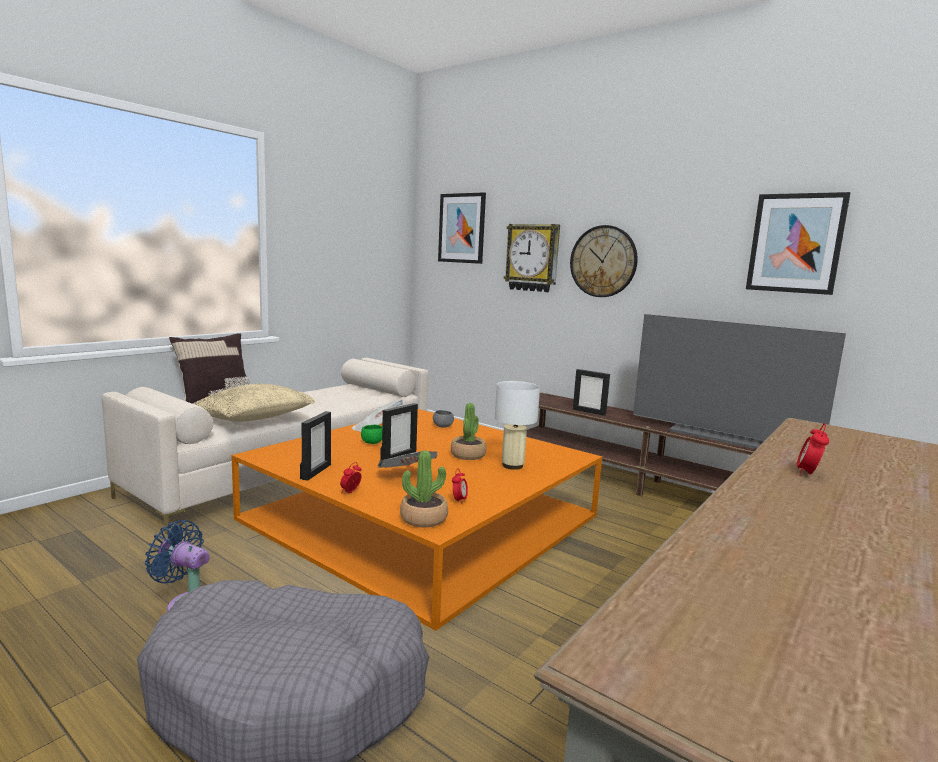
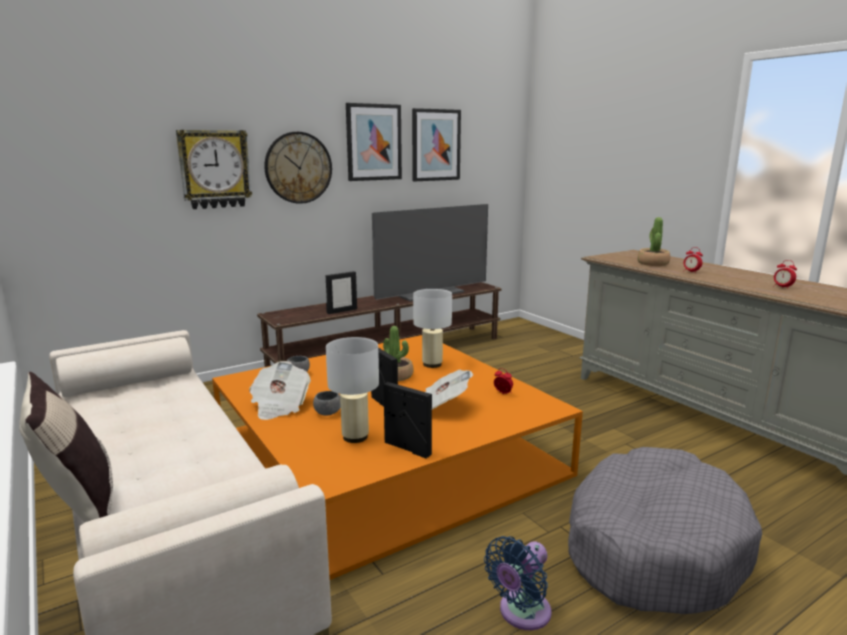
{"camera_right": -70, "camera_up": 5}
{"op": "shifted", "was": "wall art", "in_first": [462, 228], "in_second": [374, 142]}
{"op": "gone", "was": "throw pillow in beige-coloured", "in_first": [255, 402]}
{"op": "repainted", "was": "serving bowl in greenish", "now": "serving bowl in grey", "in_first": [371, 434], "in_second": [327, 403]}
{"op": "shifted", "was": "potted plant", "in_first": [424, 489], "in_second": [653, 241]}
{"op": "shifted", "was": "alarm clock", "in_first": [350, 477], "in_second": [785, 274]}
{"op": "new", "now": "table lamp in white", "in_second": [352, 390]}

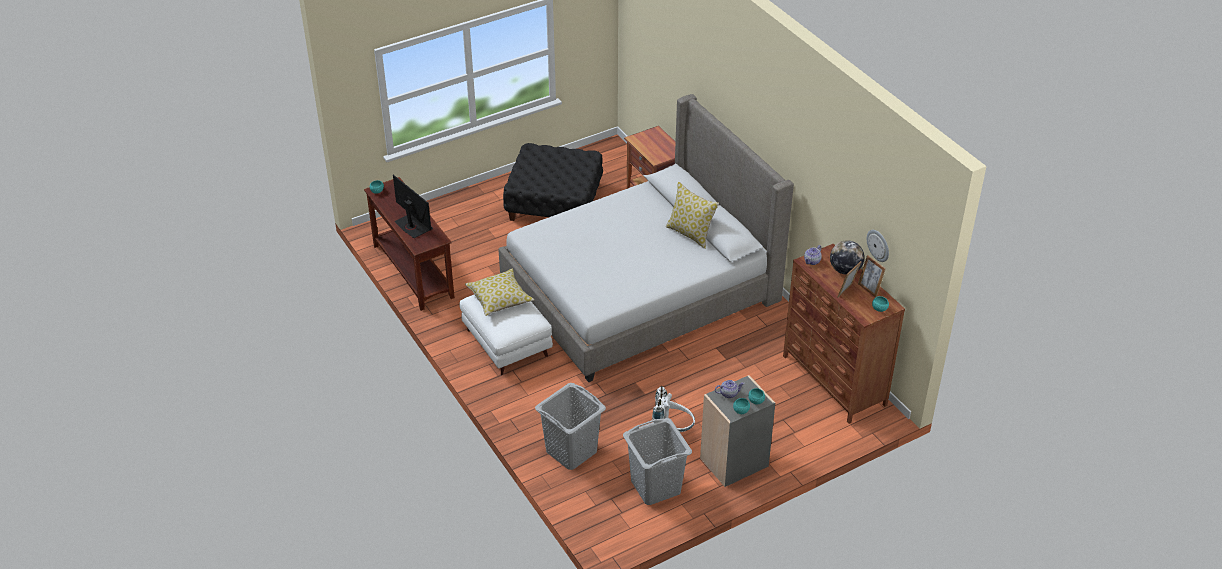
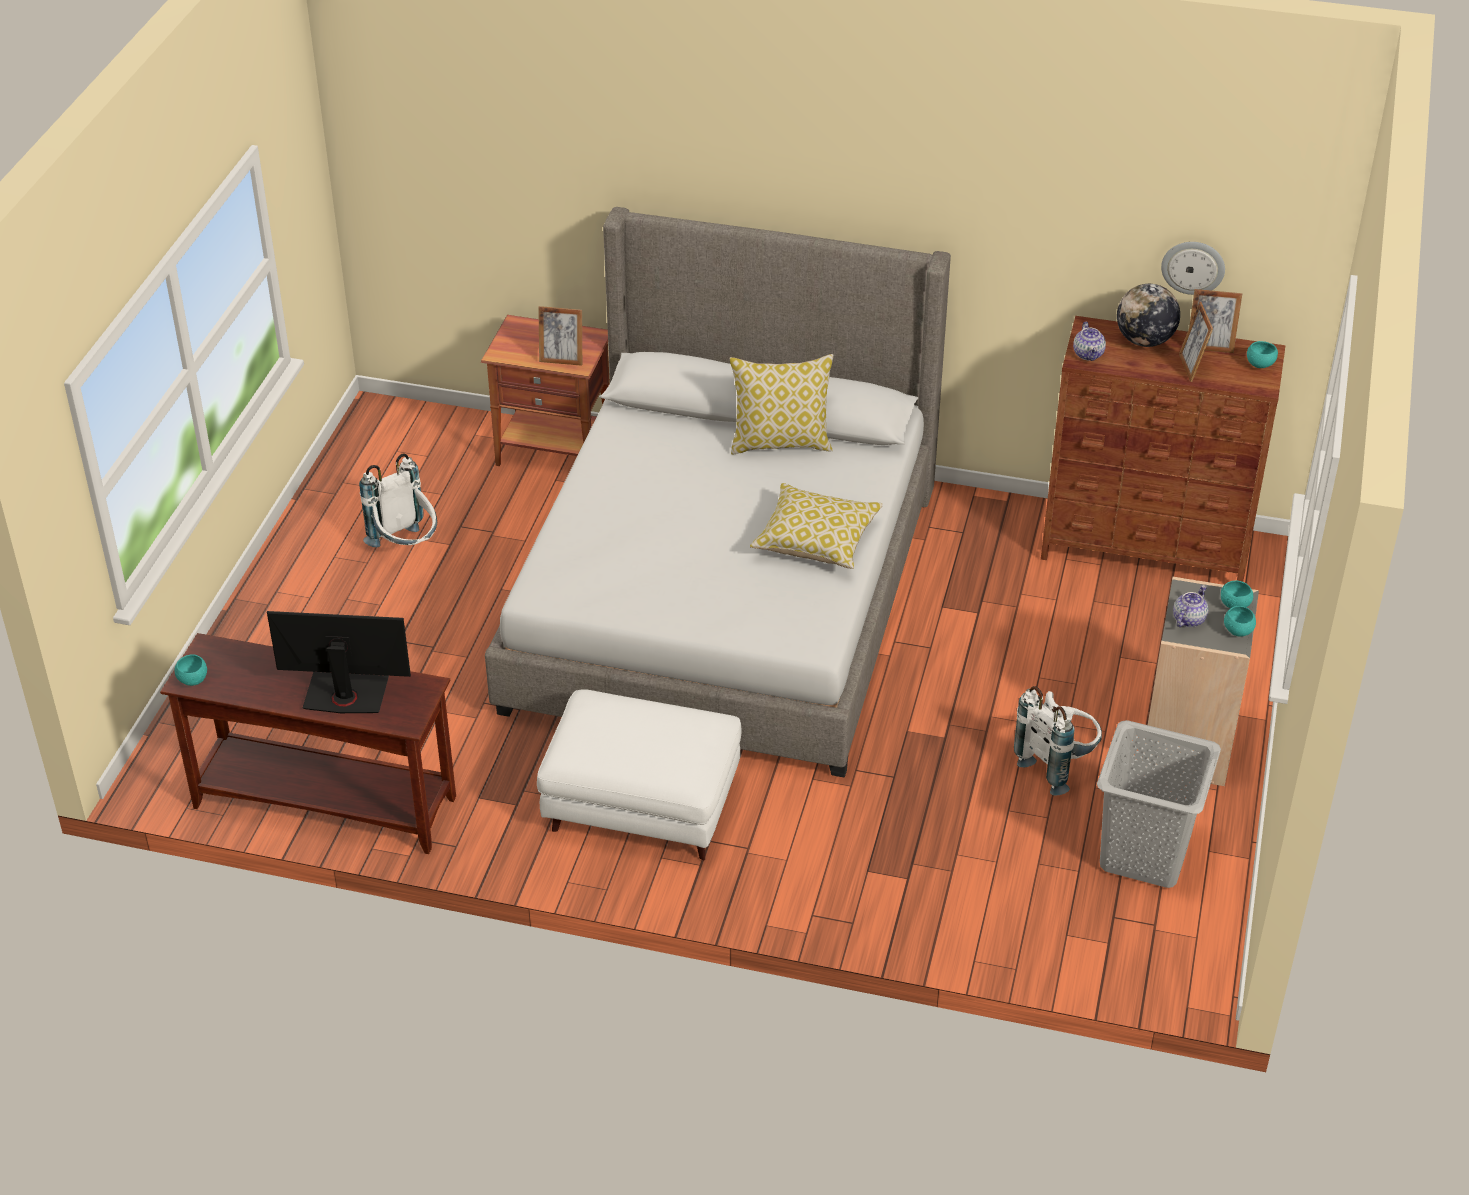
{"camera_right": -45, "camera_up": 0}
{"op": "swapped", "was": "footrest in black", "now": "backpack in white", "in_first": [553, 182], "in_second": [398, 500]}
{"op": "shifted", "was": "throw pillow", "in_first": [499, 292], "in_second": [816, 526]}
{"op": "gone", "was": "washing basket in grey", "in_first": [570, 426]}
{"op": "new", "now": "standing frame", "in_second": [560, 336]}

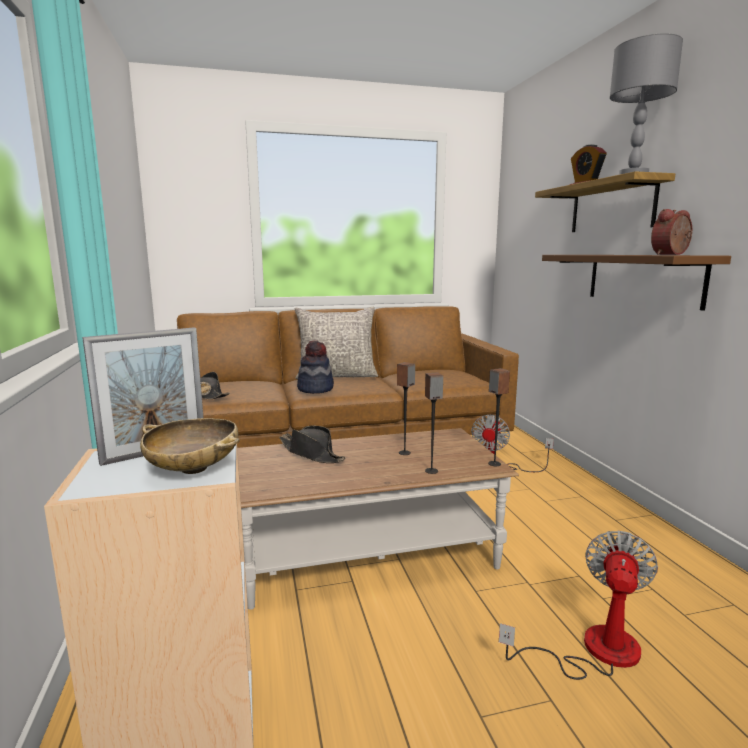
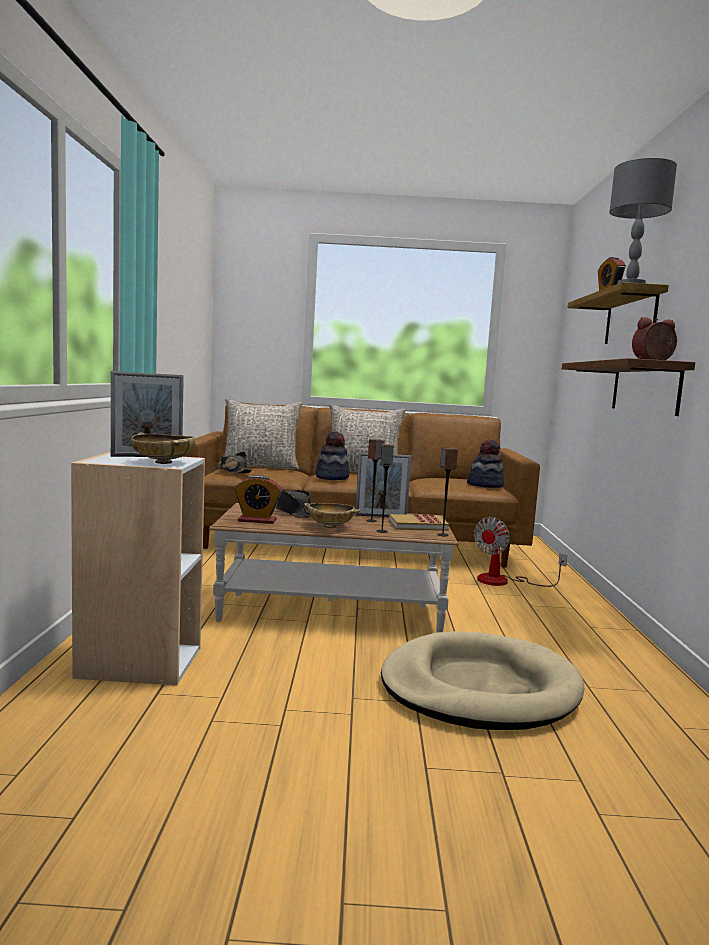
{"camera_right": 15, "camera_up": -5}
{"op": "swapped", "was": "cooling fan", "now": "pet bed in beige-coloured", "in_first": [578, 605], "in_second": [483, 680]}
{"op": "new", "now": "throw pillow in grey", "in_second": [261, 434]}
{"op": "new", "now": "clothing hat", "in_second": [485, 463]}
{"op": "new", "now": "standing frame", "in_second": [383, 485]}
{"op": "new", "now": "alarm clock", "in_second": [258, 499]}
{"op": "new", "now": "serving bowl in beige-coloured", "in_second": [332, 515]}
{"op": "new", "now": "bound book", "in_second": [419, 522]}

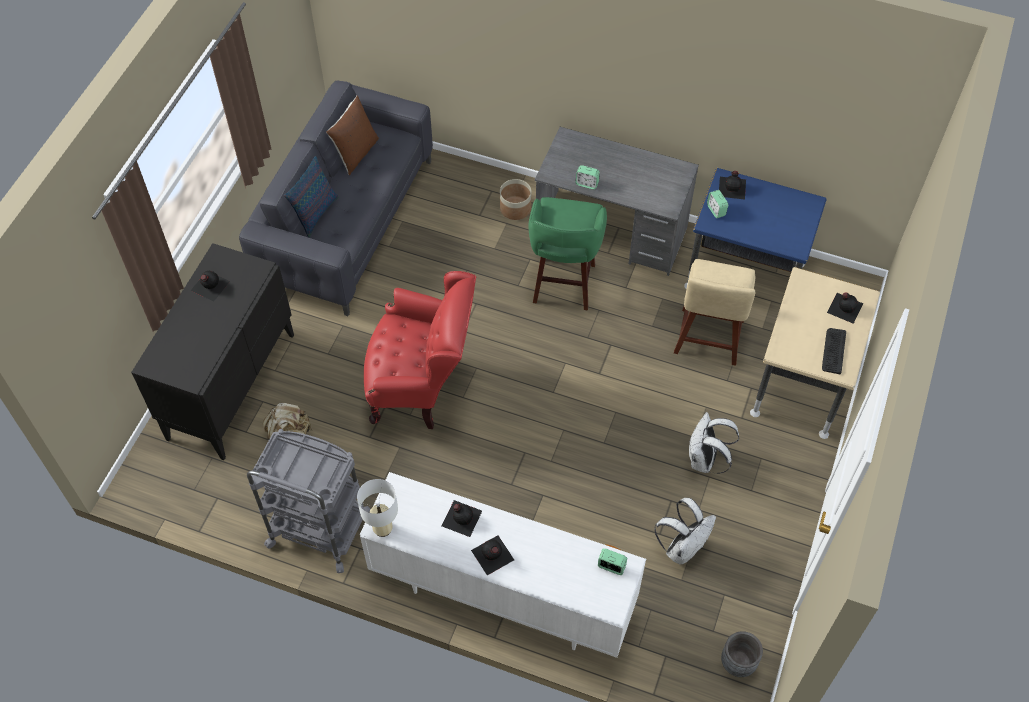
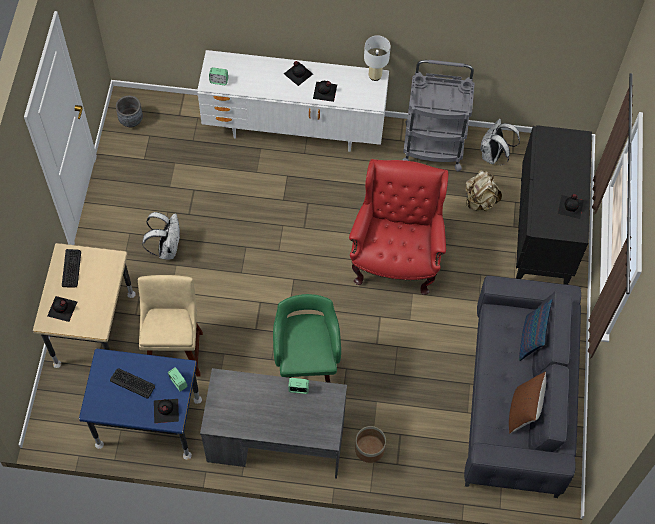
{"camera_right": 165, "camera_up": 5}
{"op": "rotated", "was": "armchair in reddish", "in_first": [420, 350], "in_second": [398, 227], "clockwise": 105}
{"op": "shifted", "was": "backpack in white", "in_first": [685, 531], "in_second": [500, 142]}
{"op": "new", "now": "PC keyboard", "in_second": [132, 384]}

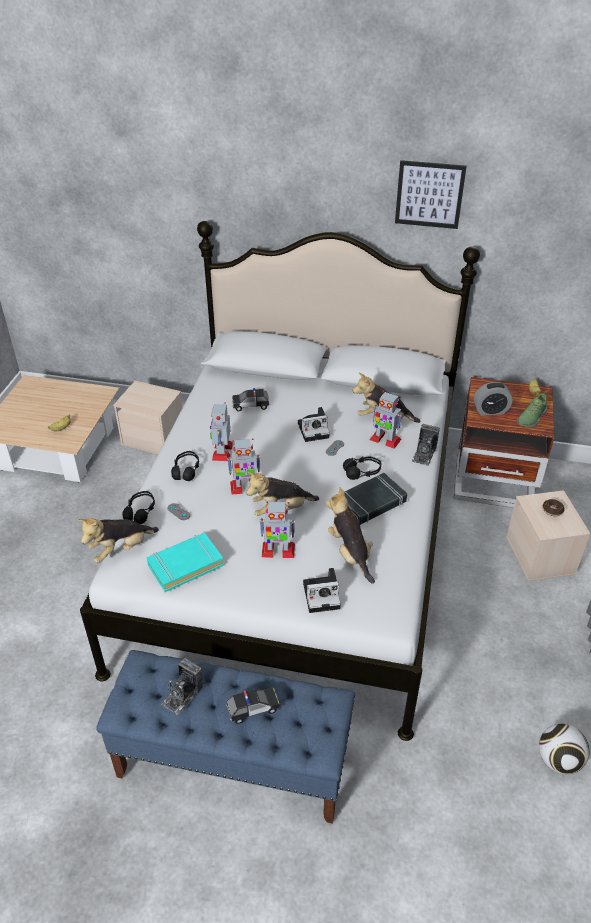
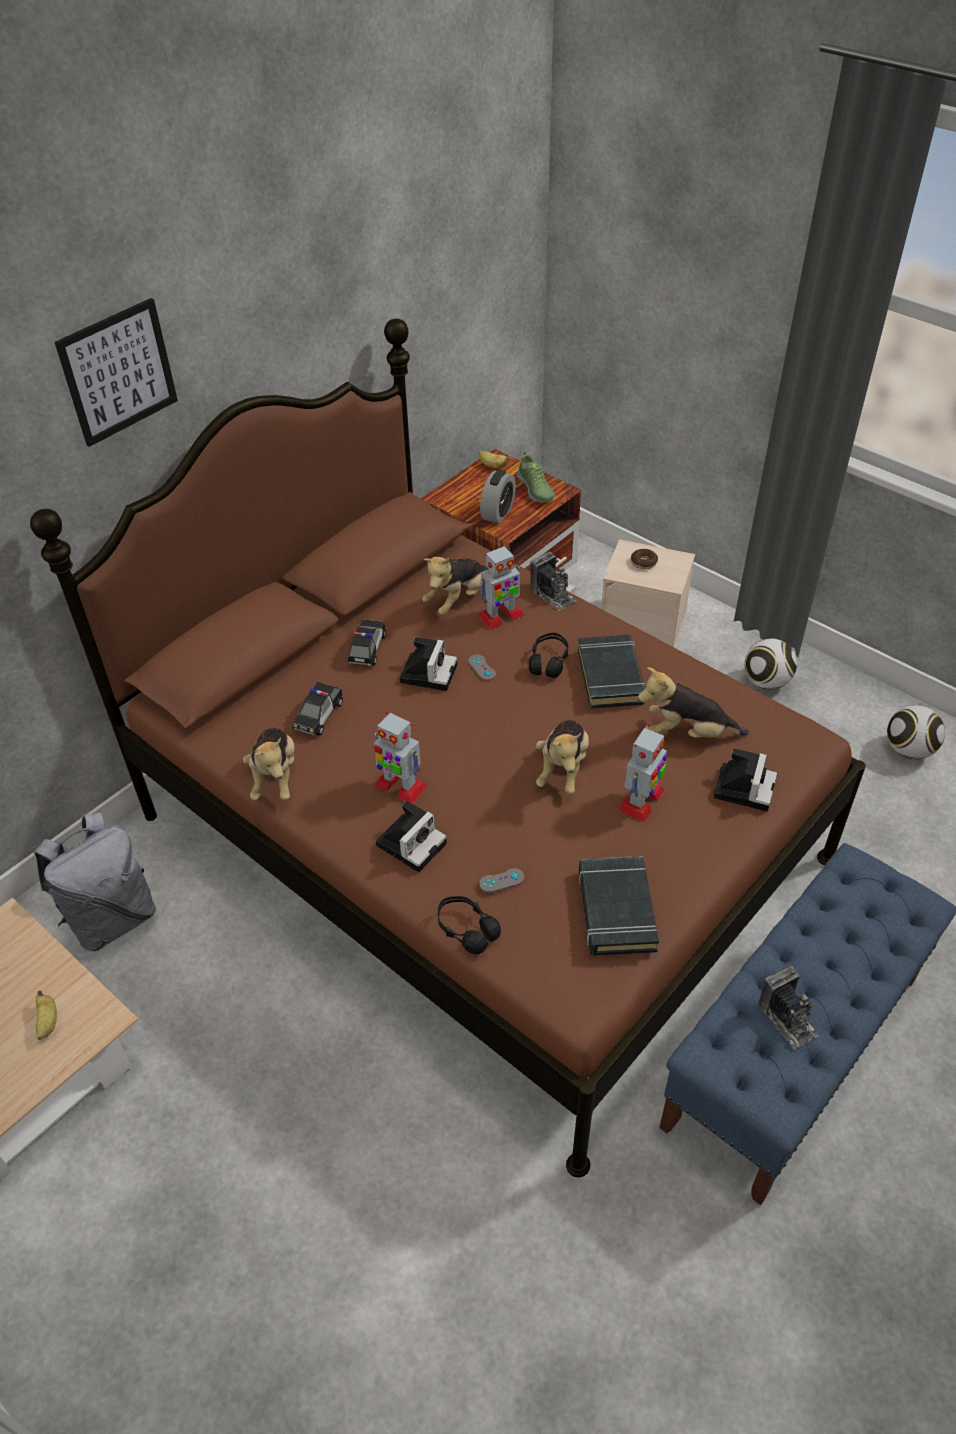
{"camera_right": -60, "camera_up": 5}
{"op": "shifted", "was": "wall art", "in_first": [431, 194], "in_second": [116, 372]}
{"op": "repainted", "was": "sleeping bed in white", "now": "sleeping bed in brownish", "in_first": [280, 481], "in_second": [448, 748]}
{"op": "swapped", "was": "storage bin in beige-coloured", "now": "backpack in grey", "in_first": [148, 417], "in_second": [95, 881]}
{"op": "gone", "was": "toy robot", "in_first": [243, 466]}
{"op": "swapped", "was": "pair of headphones in black", "now": "photo camera", "in_first": [185, 466], "in_second": [411, 836]}
{"op": "shifted", "was": "soft toy", "in_first": [118, 540], "in_second": [269, 764]}
{"op": "repainted", "was": "bound book in turquoise-coloured", "now": "bound book in black", "in_first": [185, 562], "in_second": [619, 906]}
{"op": "shifted", "was": "miniature car", "in_first": [253, 705], "in_second": [367, 643]}
{"op": "new", "now": "ball for football", "in_second": [771, 664]}

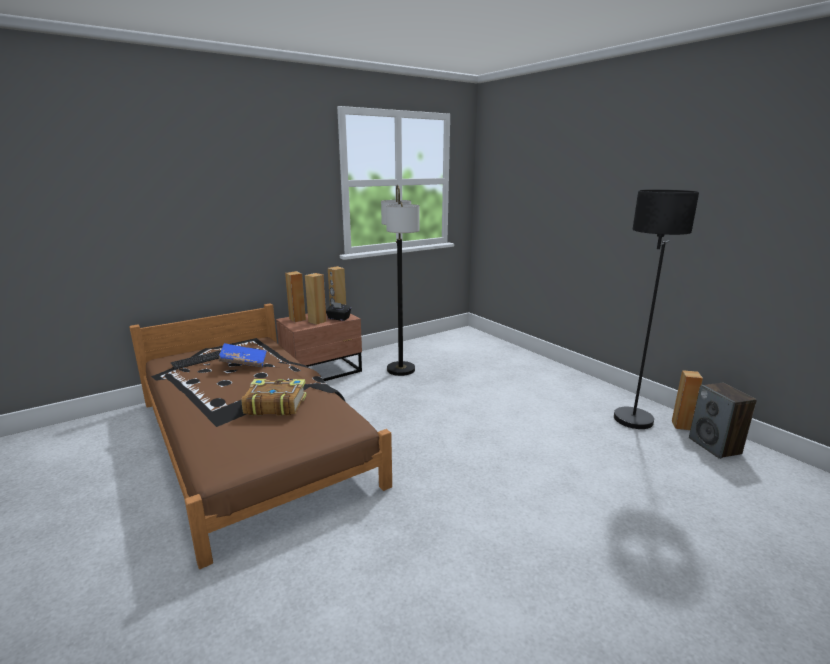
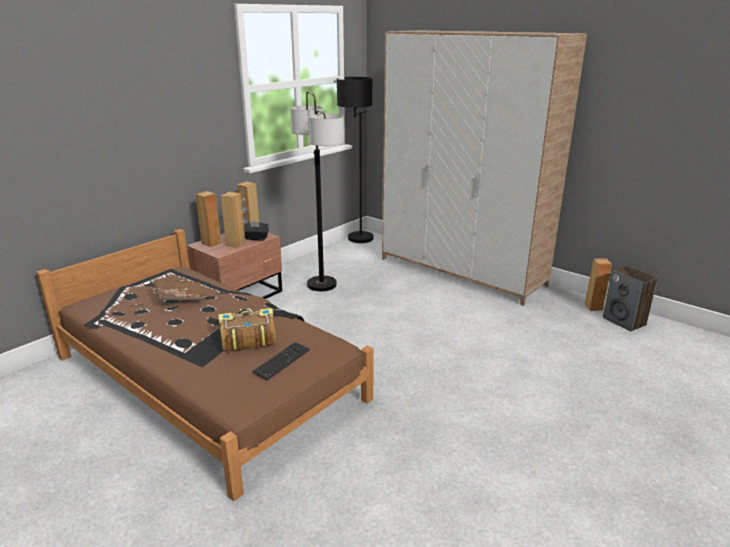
{"camera_right": -15, "camera_up": 5}
{"op": "shifted", "was": "standing lamp in black", "in_first": [656, 309], "in_second": [355, 160]}
{"op": "repainted", "was": "bound book in blue", "now": "bound book in brownish", "in_first": [242, 355], "in_second": [180, 290]}
{"op": "shifted", "was": "PC keyboard", "in_first": [196, 359], "in_second": [281, 361]}
{"op": "new", "now": "armoire in white", "in_second": [484, 168]}

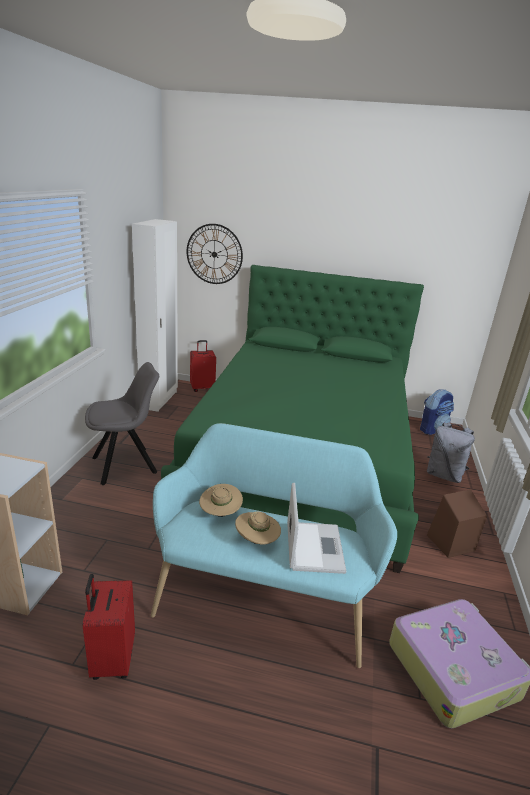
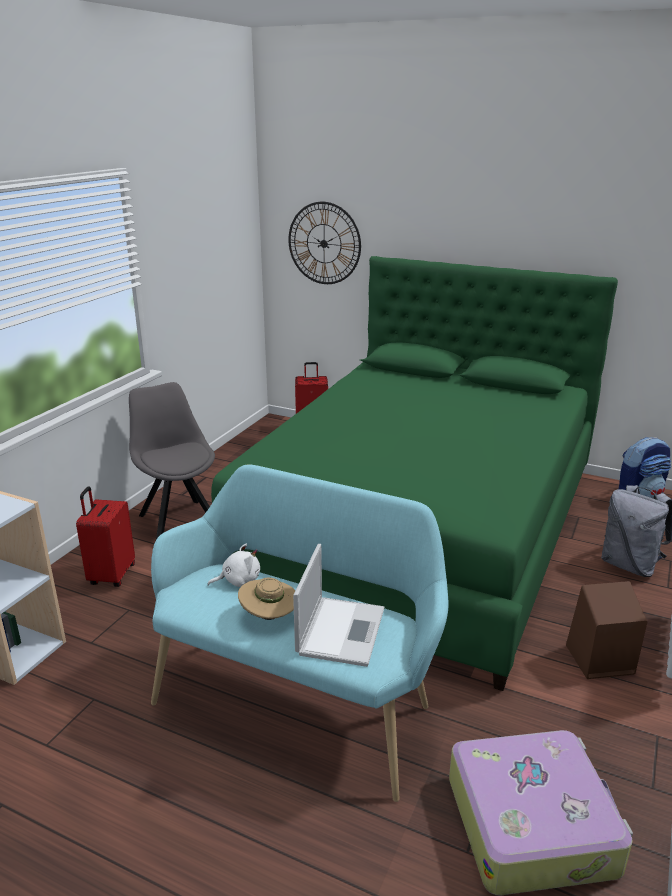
{"camera_right": 15, "camera_up": 0}
{"op": "gone", "was": "armoire in white", "in_first": [155, 315]}
{"op": "rotated", "was": "plain chair in grey", "in_first": [122, 423], "in_second": [172, 461], "clockwise": -105}
{"op": "swapped", "was": "clothing hat in beige-coloured", "now": "soft toy in white", "in_first": [221, 500], "in_second": [234, 565]}
{"op": "shifted", "was": "travel case in reddish", "in_first": [109, 627], "in_second": [105, 536]}

